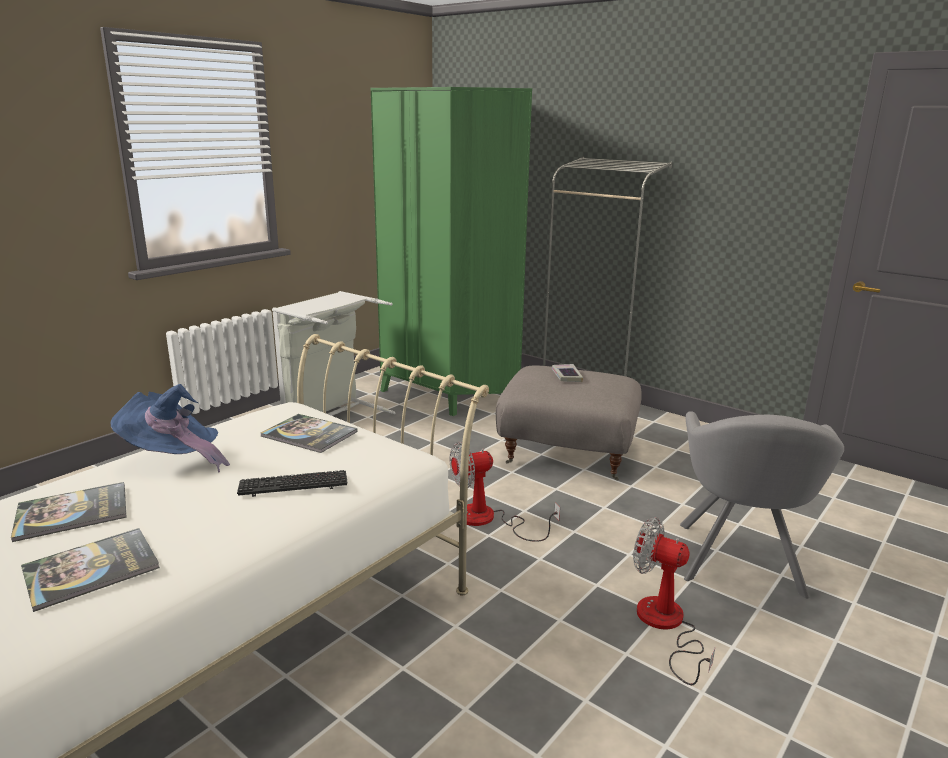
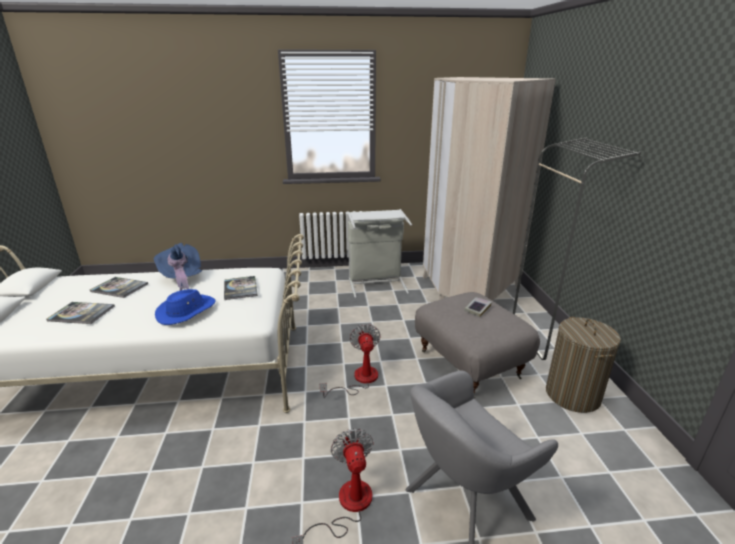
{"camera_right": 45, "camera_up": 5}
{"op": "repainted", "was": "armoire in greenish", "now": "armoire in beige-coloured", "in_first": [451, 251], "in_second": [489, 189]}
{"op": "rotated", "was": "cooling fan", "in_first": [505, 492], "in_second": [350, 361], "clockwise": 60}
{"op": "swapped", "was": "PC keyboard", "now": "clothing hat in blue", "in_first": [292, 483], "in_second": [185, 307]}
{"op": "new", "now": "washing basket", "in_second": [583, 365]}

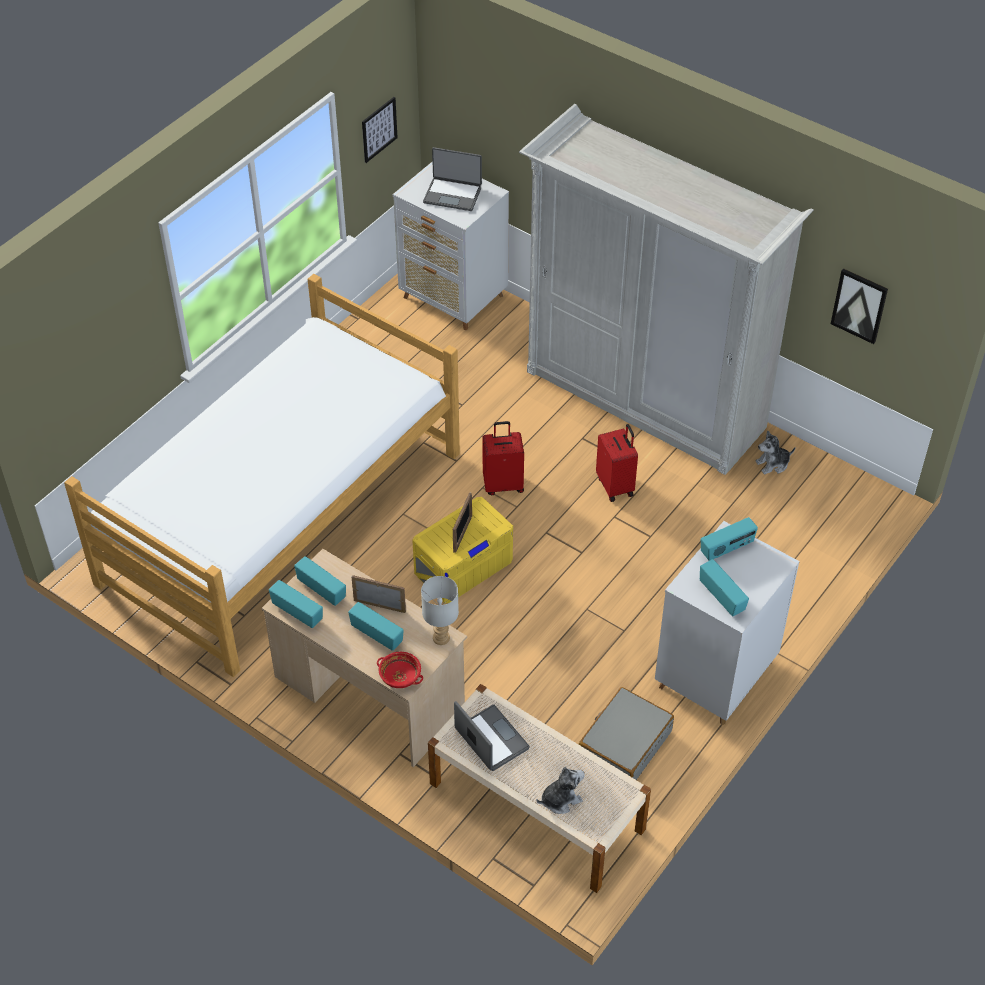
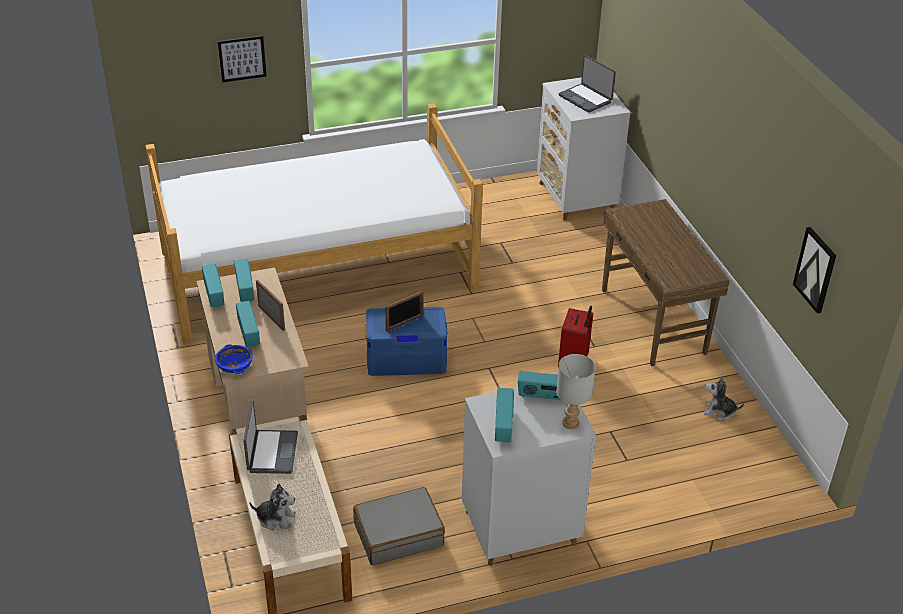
{"camera_right": 35, "camera_up": -10}
{"op": "shifted", "was": "wall art", "in_first": [380, 130], "in_second": [242, 58]}
{"op": "swapped", "was": "armoire in white", "now": "narrow table in brownish", "in_first": [666, 289], "in_second": [665, 282]}
{"op": "gone", "was": "travel case in reddish", "in_first": [503, 458]}
{"op": "repainted", "was": "storage bin in yellow", "now": "storage bin in blue", "in_first": [462, 550], "in_second": [406, 341]}
{"op": "shifted", "was": "table lamp in grey", "in_first": [440, 610], "in_second": [576, 391]}
{"op": "repainted", "was": "serving bowl in reddish", "now": "serving bowl in blue", "in_first": [400, 670], "in_second": [234, 359]}

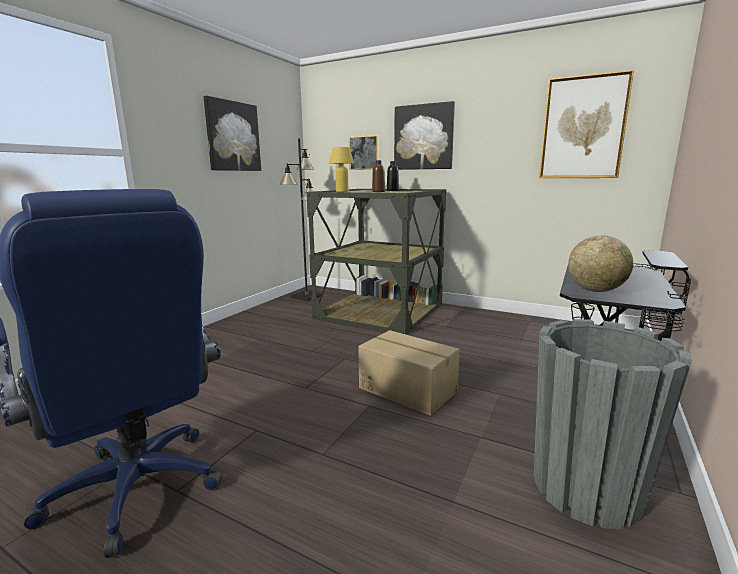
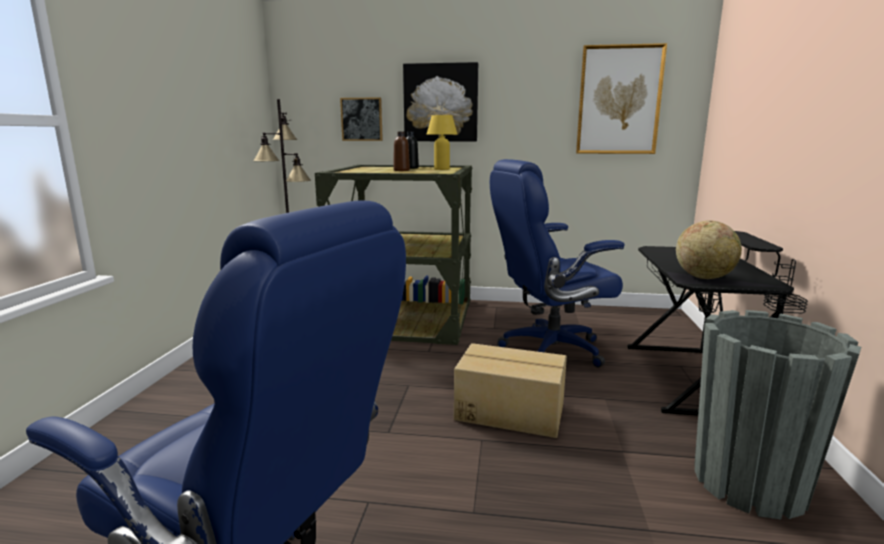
{"camera_right": -20, "camera_up": 0}
{"op": "gone", "was": "wall art", "in_first": [232, 133]}
{"op": "shifted", "was": "table lamp in yellow", "in_first": [341, 169], "in_second": [442, 142]}
{"op": "new", "now": "computer chair in blue", "in_second": [557, 263]}

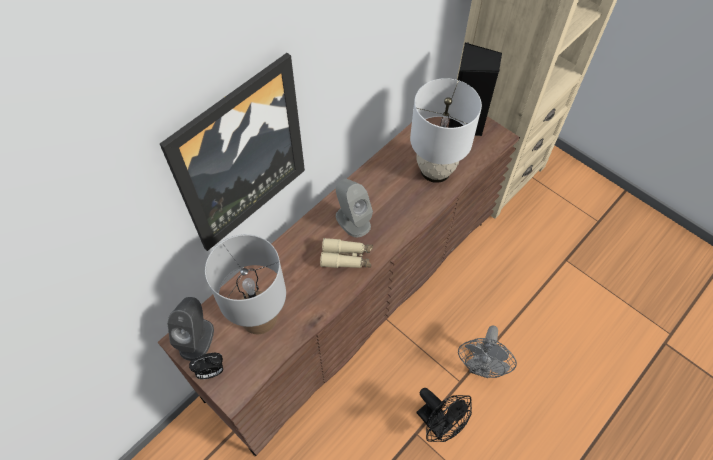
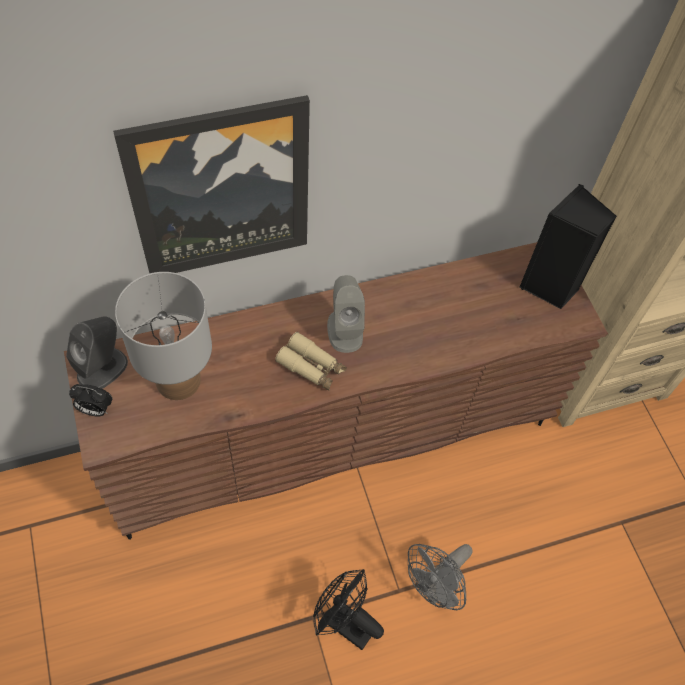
{"camera_right": 25, "camera_up": 0}
{"op": "gone", "was": "table lamp in white", "in_first": [446, 130]}
{"op": "rotated", "was": "cooling fan in black", "in_first": [444, 415], "in_second": [348, 609], "clockwise": 135}

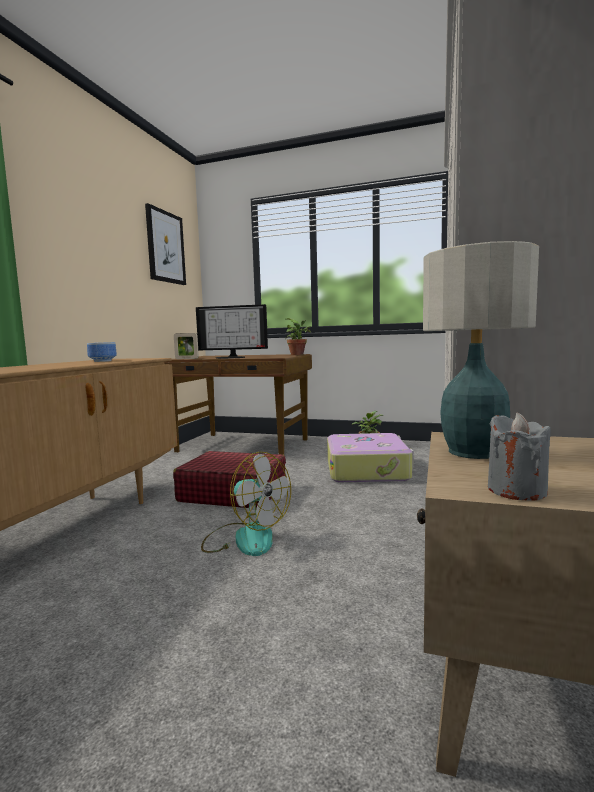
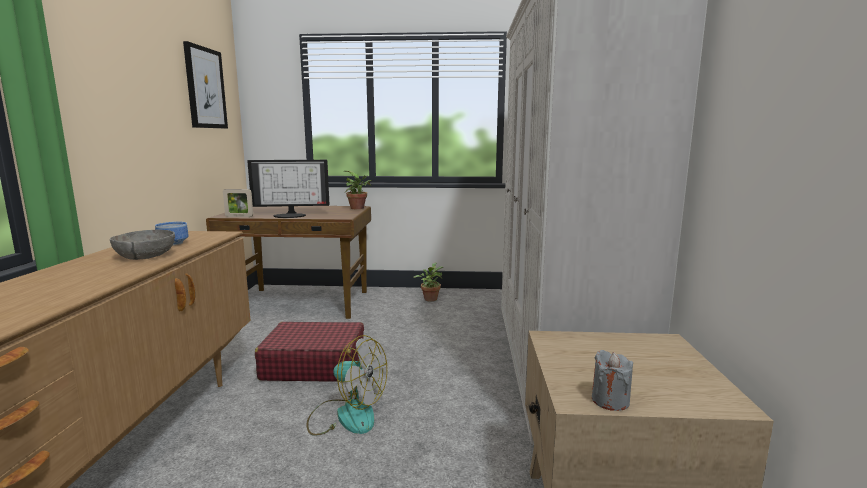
{"camera_right": -15, "camera_up": 5}
{"op": "gone", "was": "table lamp", "in_first": [481, 350]}
{"op": "gone", "was": "travel case", "in_first": [370, 457]}
{"op": "new", "now": "serving bowl in grey", "in_second": [142, 245]}

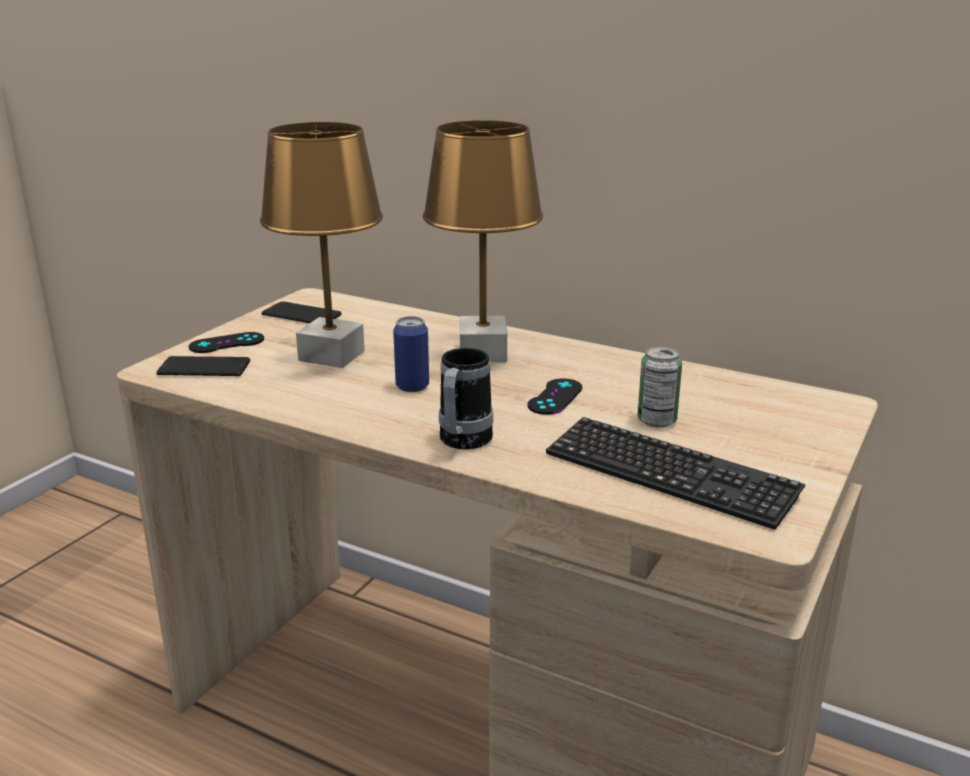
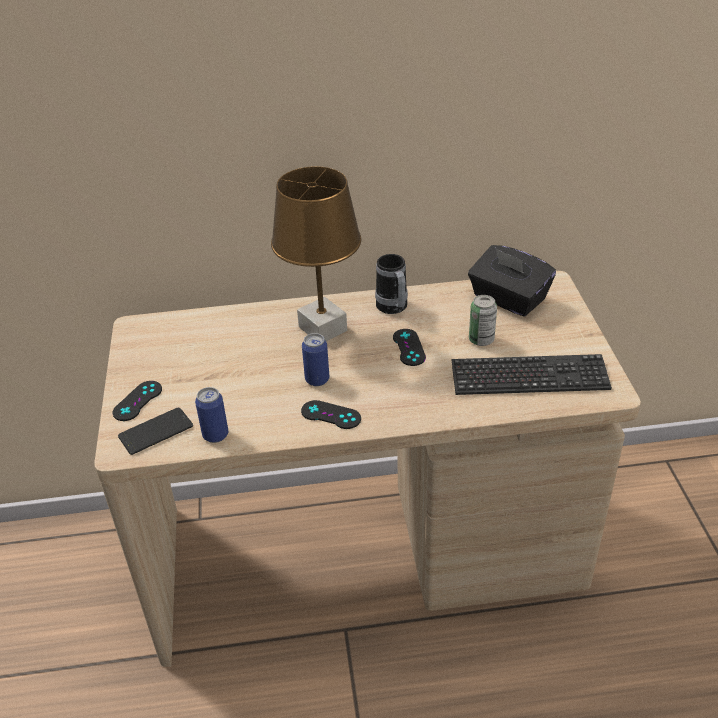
{"camera_right": -35, "camera_up": 15}
{"op": "gone", "was": "table lamp in brownish", "in_first": [321, 245]}
{"op": "gone", "was": "handset", "in_first": [301, 312]}
{"op": "shifted", "was": "mug", "in_first": [466, 398], "in_second": [391, 284]}
{"op": "new", "now": "tissue box in black", "in_second": [512, 280]}
{"op": "new", "now": "sealed can", "in_second": [211, 415]}
{"op": "new", "now": "gamepad in black", "in_second": [331, 414]}

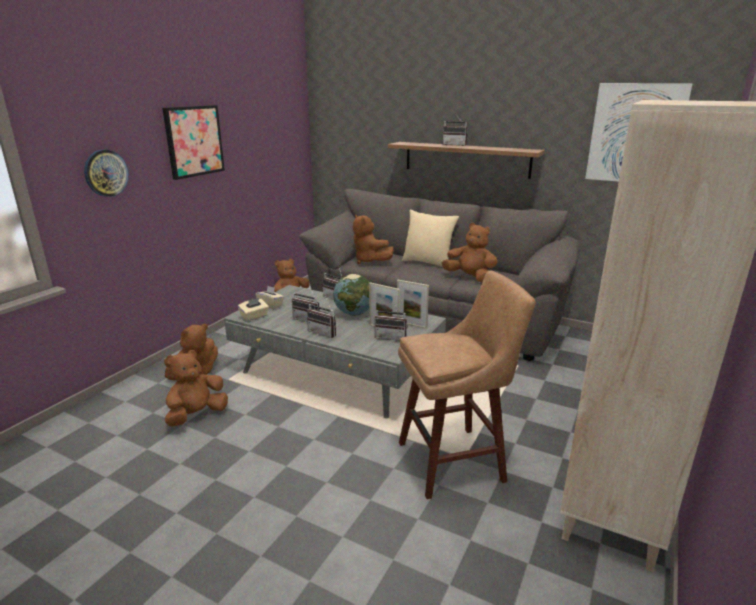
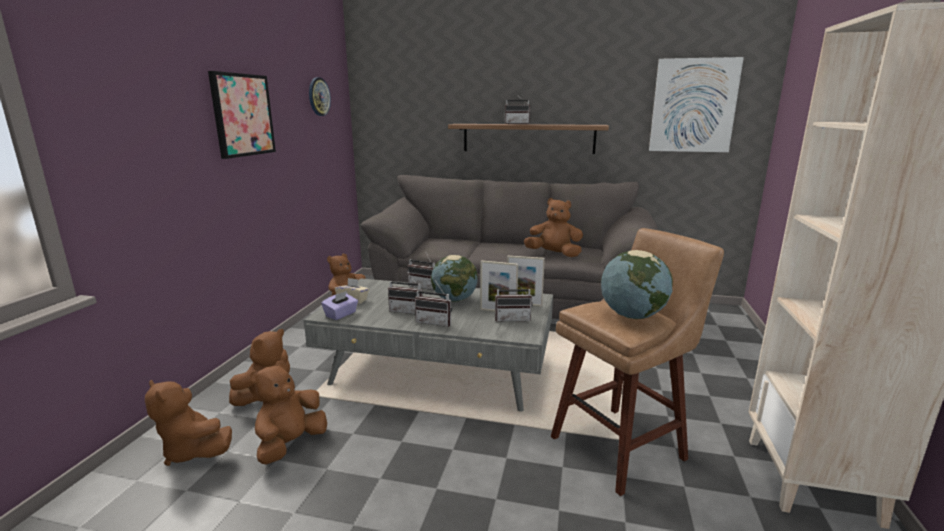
{"camera_right": -15, "camera_up": -5}
{"op": "shifted", "was": "clock on the wall", "in_first": [106, 173], "in_second": [320, 96]}
{"op": "gone", "was": "throw pillow in beige-coloured", "in_first": [430, 238]}
{"op": "shifted", "was": "soft toy in brownish", "in_first": [373, 239], "in_second": [188, 423]}
{"op": "repainted", "was": "tissue box in beige-coloured", "now": "tissue box in purplish", "in_first": [253, 309], "in_second": [339, 305]}
{"op": "new", "now": "world globe", "in_second": [637, 284]}

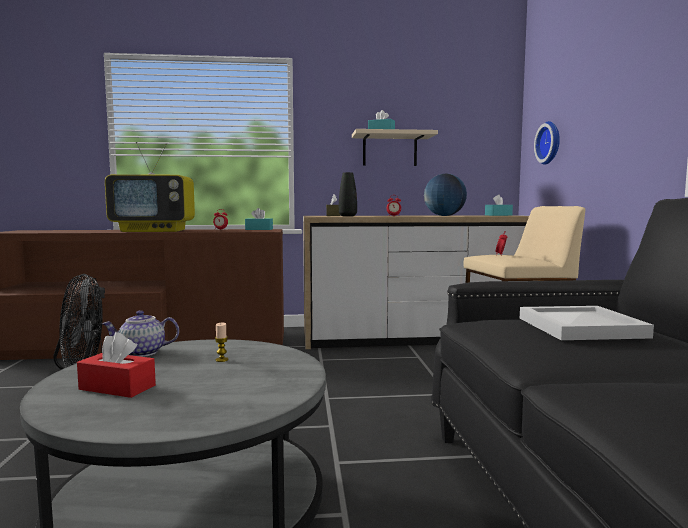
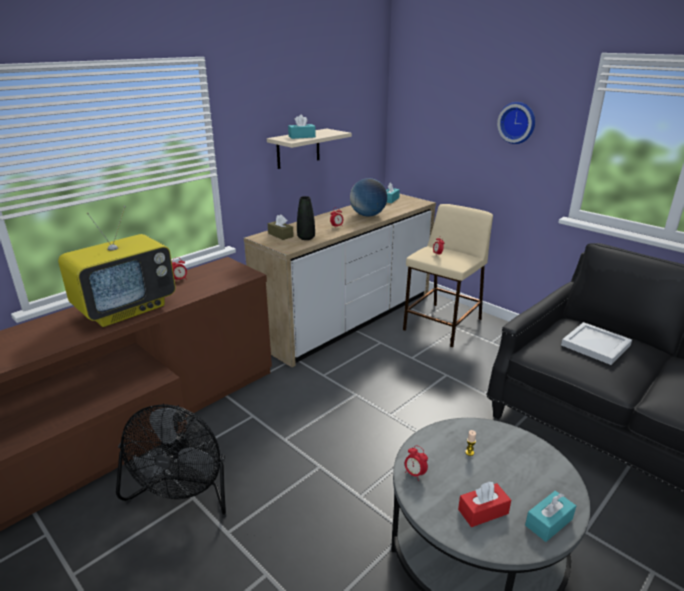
{"camera_right": -40, "camera_up": 20}
{"op": "shifted", "was": "clock on the wall", "in_first": [547, 143], "in_second": [516, 123]}
{"op": "shifted", "was": "tissue box in turquoise-coloured", "in_first": [259, 219], "in_second": [550, 516]}
{"op": "swapped", "was": "teapot", "now": "alarm clock", "in_first": [140, 333], "in_second": [416, 463]}

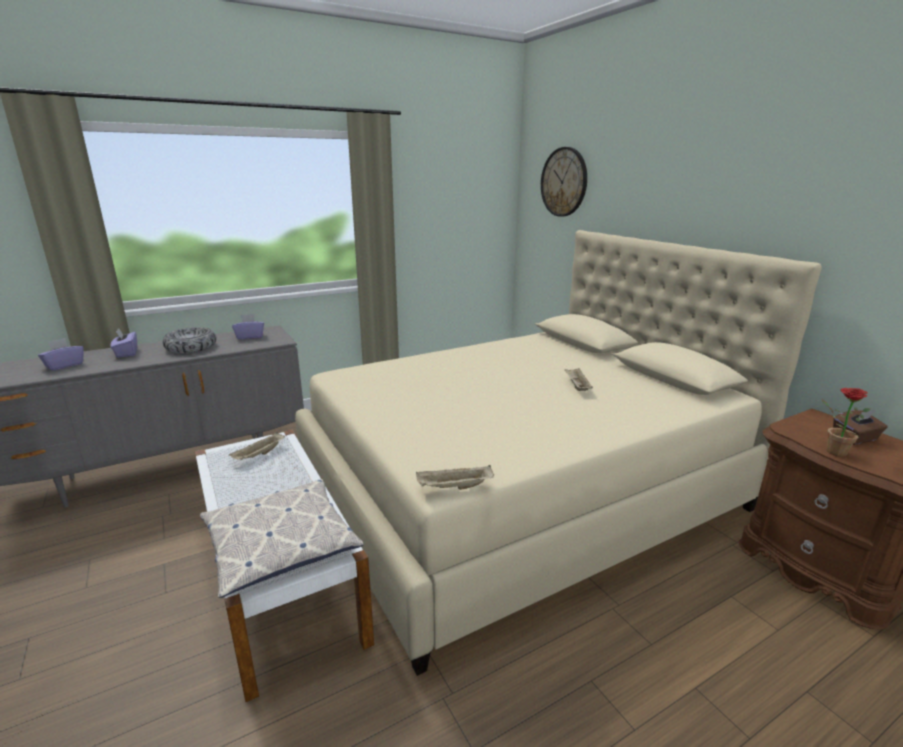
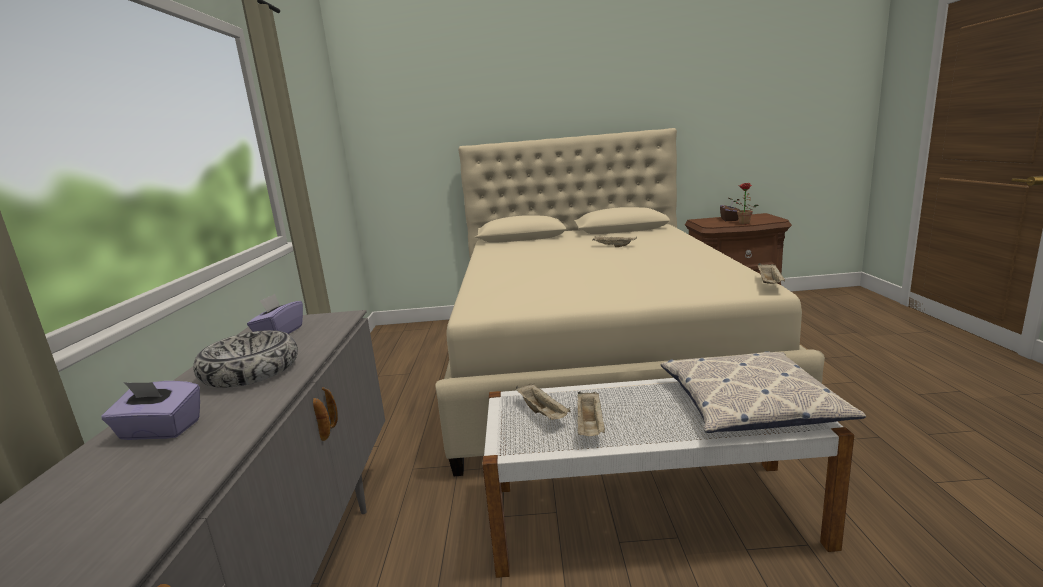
{"camera_right": -60, "camera_up": -5}
{"op": "gone", "was": "clock on the wall", "in_first": [564, 182]}
{"op": "gone", "was": "tissue box in purplish", "in_first": [61, 354]}
{"op": "new", "now": "serving tray in beige-coloured", "in_second": [591, 413]}

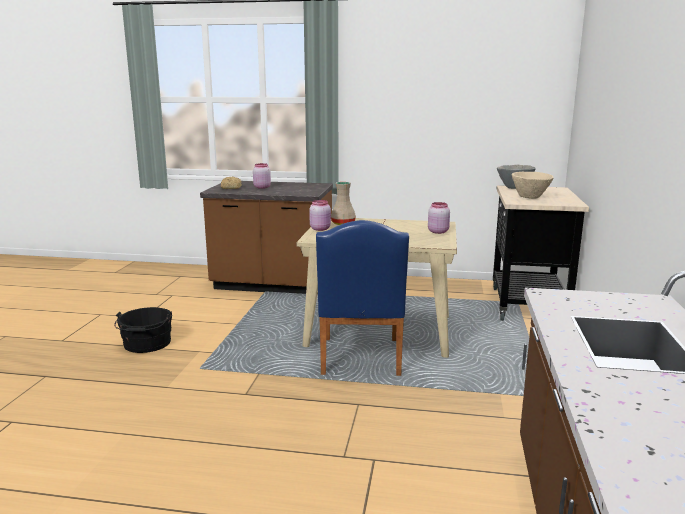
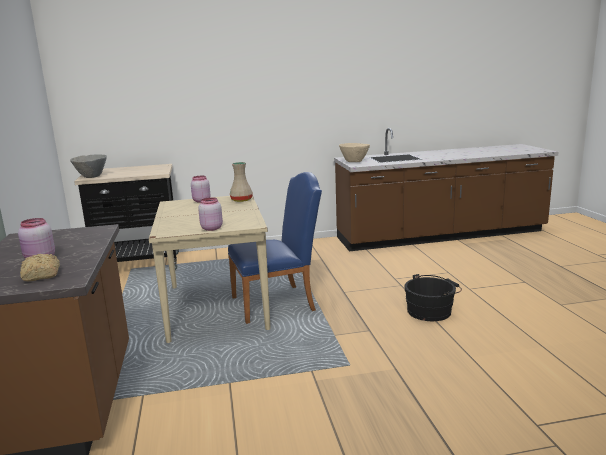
{"camera_right": -110, "camera_up": 0}
{"op": "shifted", "was": "serving bowl in beige-coloured", "in_first": [533, 185], "in_second": [354, 152]}
{"op": "shifted", "was": "vase in beige-coloured", "in_first": [343, 203], "in_second": [241, 182]}
{"op": "shifted", "was": "pail in black", "in_first": [143, 330], "in_second": [433, 297]}

